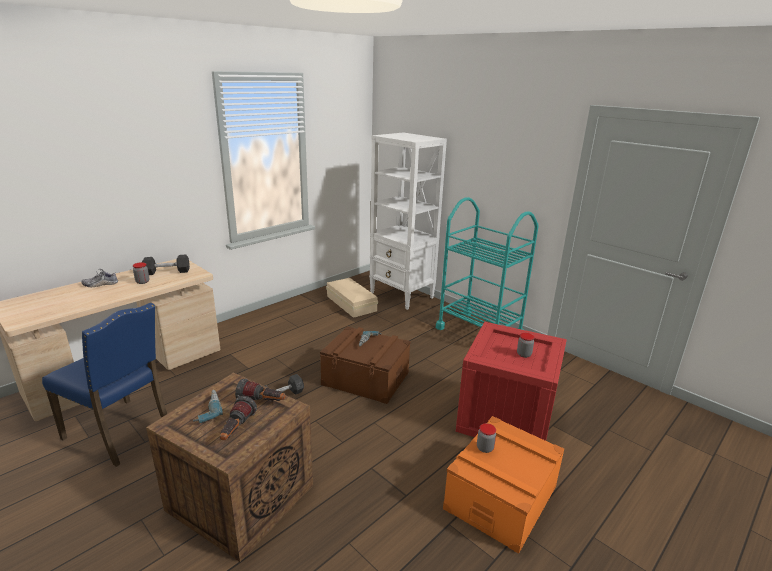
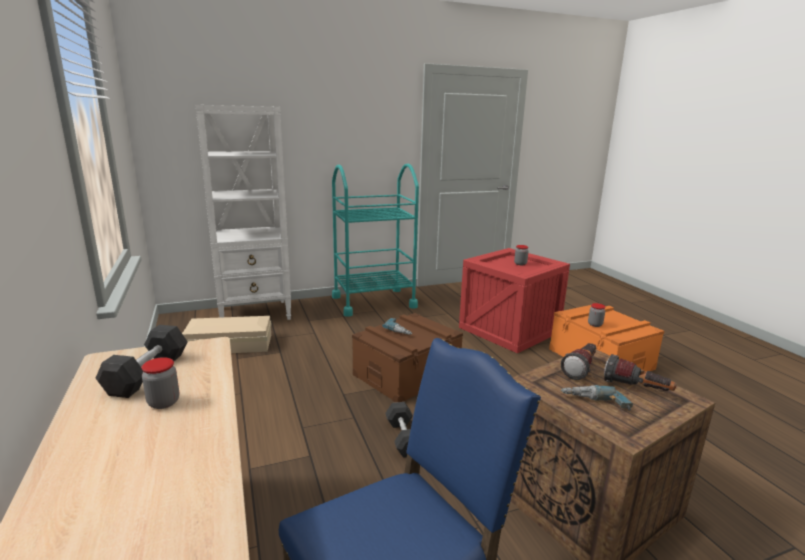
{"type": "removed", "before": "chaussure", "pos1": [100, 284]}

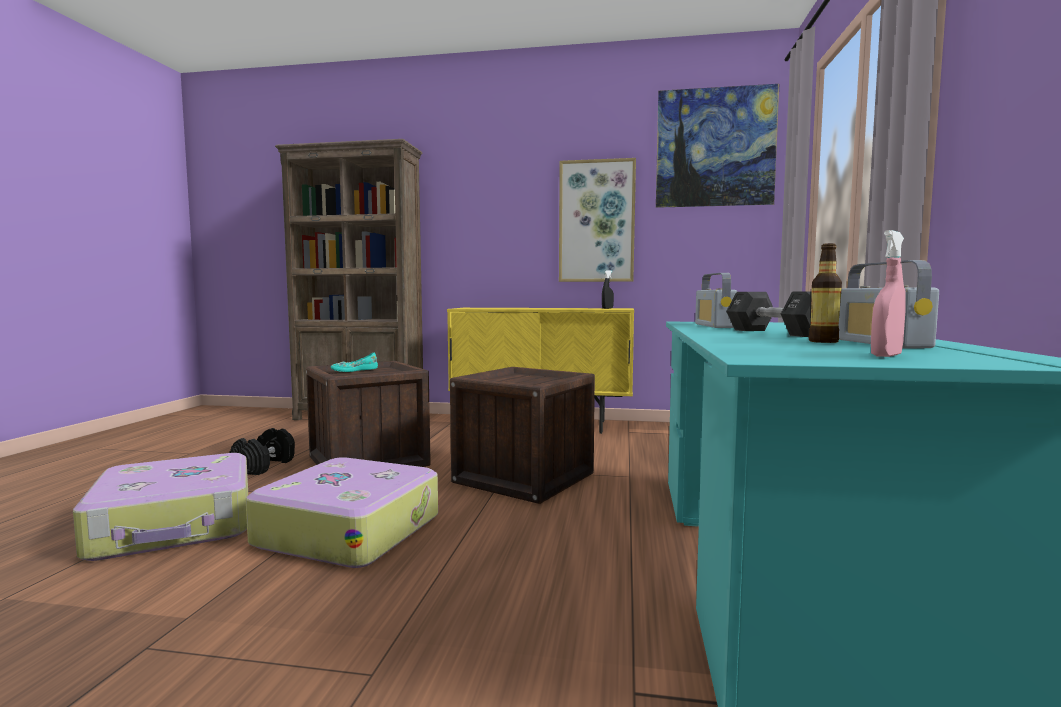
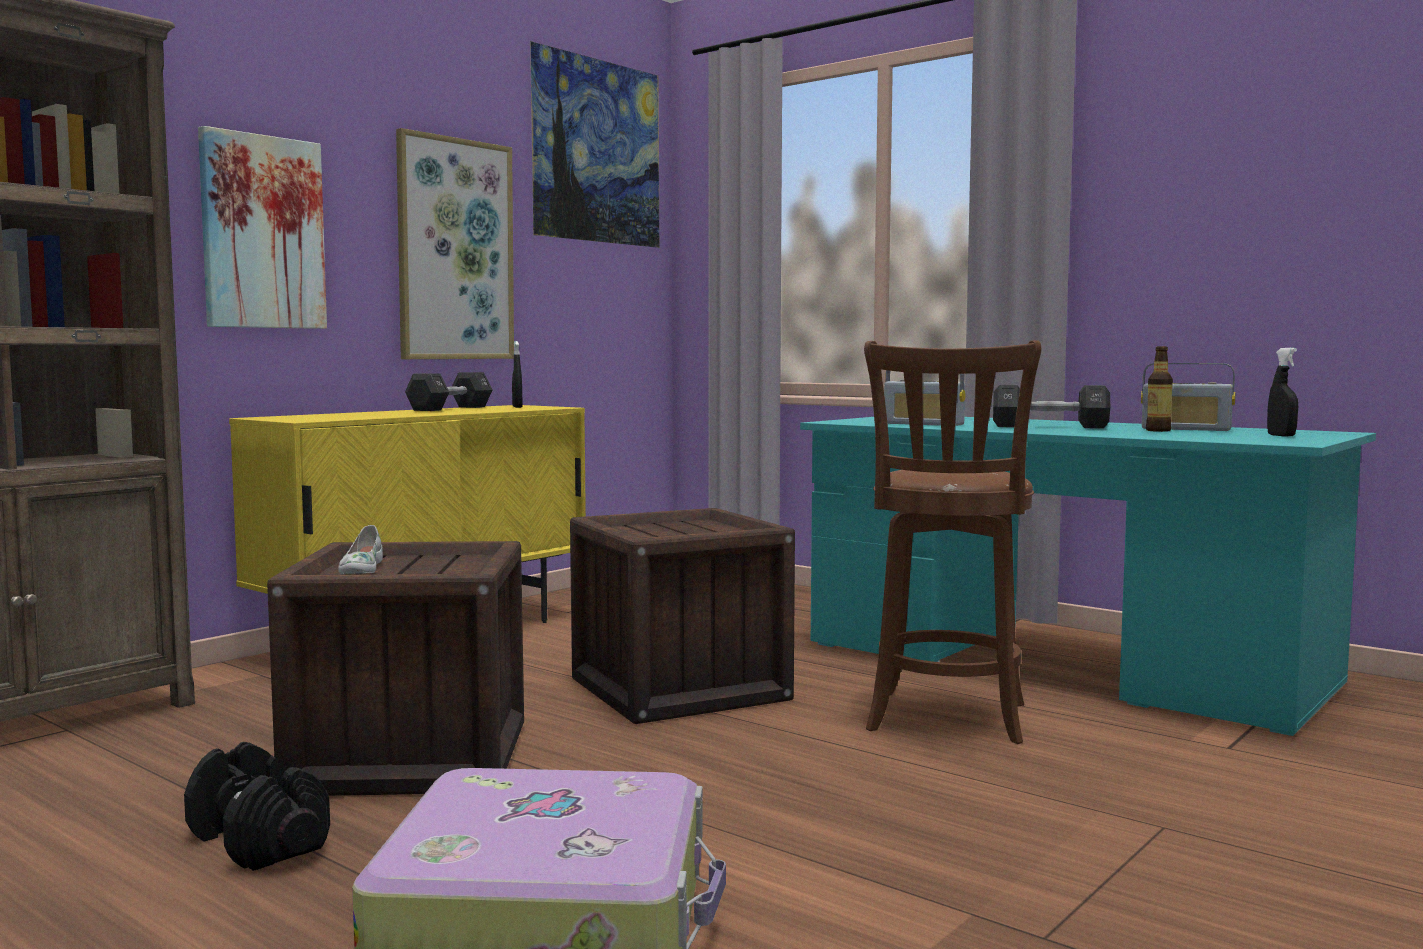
{"type": "recoloured", "before": "vaporisateur [rose]", "after": "vaporisateur [noir]", "pos1": [886, 356], "pos2": [1281, 435]}
{"type": "recoloured", "before": "chaussure [turquoise]", "after": "chaussure [blanc]", "pos1": [354, 370], "pos2": [361, 569]}
{"type": "removed", "before": "valise", "pos1": [349, 530]}
{"type": "added", "after": "tableau", "pos2": [262, 232]}
{"type": "added", "after": "tabouret [marron]", "pos2": [946, 720]}
{"type": "added", "after": "haltère [noir]", "pos2": [450, 408]}

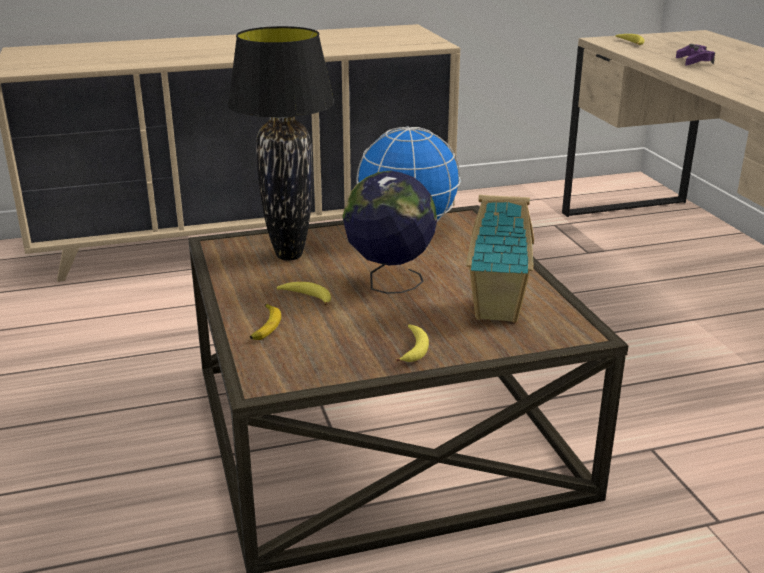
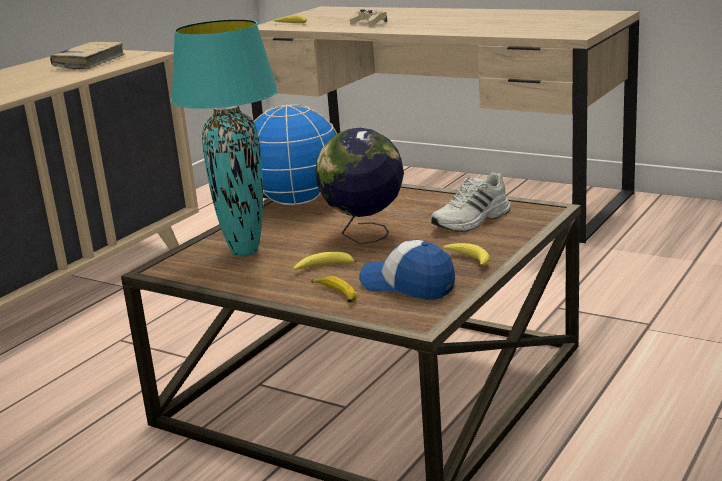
{"type": "recoloured", "before": "lampe de table [noir]", "after": "lampe de table [turquoise]", "pos1": [289, 256], "pos2": [245, 251]}
{"type": "recoloured", "before": "manette [violet]", "after": "manette [beige]", "pos1": [694, 61], "pos2": [369, 23]}
{"type": "replaced", "before": "maison miniature", "after": "chaussure [blanc]", "pos1": [499, 312], "pos2": [472, 220]}
{"type": "added", "after": "livre [beige]", "pos2": [89, 62]}
{"type": "added", "after": "casquette", "pos2": [408, 285]}

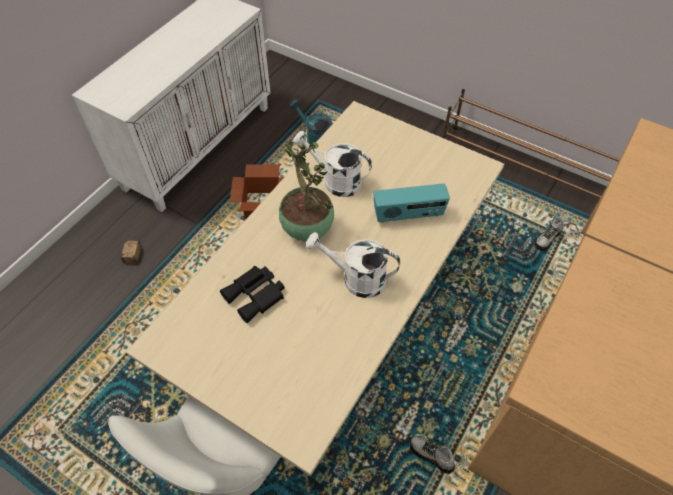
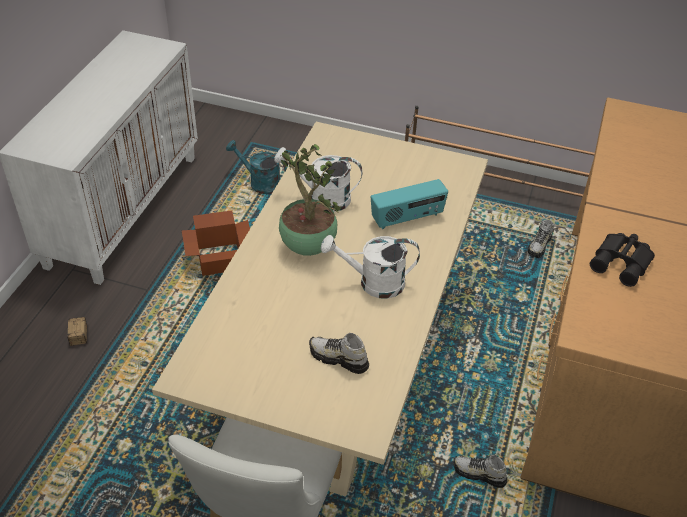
{"type": "moved", "before": "jumelles [noir]", "pos1": [256, 296], "pos2": [622, 263]}
{"type": "added", "after": "chaussure", "pos2": [338, 359]}

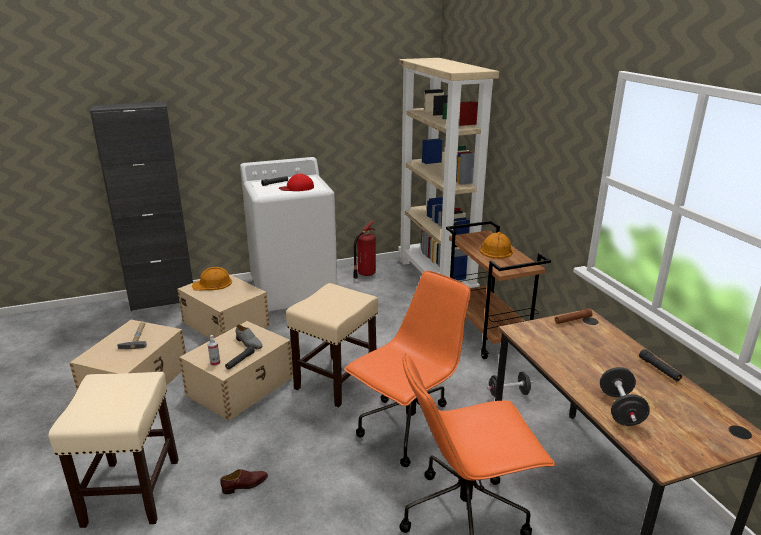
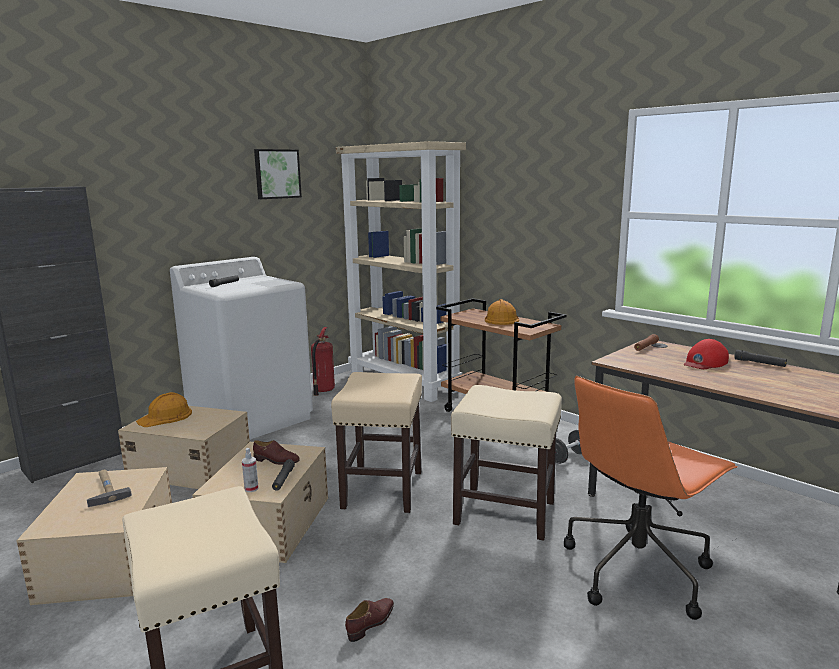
{"type": "moved", "before": "casquette [rouge]", "pos1": [297, 188], "pos2": [704, 362]}
{"type": "replaced", "before": "chaise de bureau [orange]", "after": "tabouret [beige]", "pos1": [409, 430], "pos2": [506, 512]}
{"type": "recoloured", "before": "chaussure [gris]", "after": "chaussure [marron]", "pos1": [249, 343], "pos2": [276, 460]}
{"type": "removed", "before": "haltère [noir]", "pos1": [620, 409]}
{"type": "added", "after": "tableau", "pos2": [277, 174]}

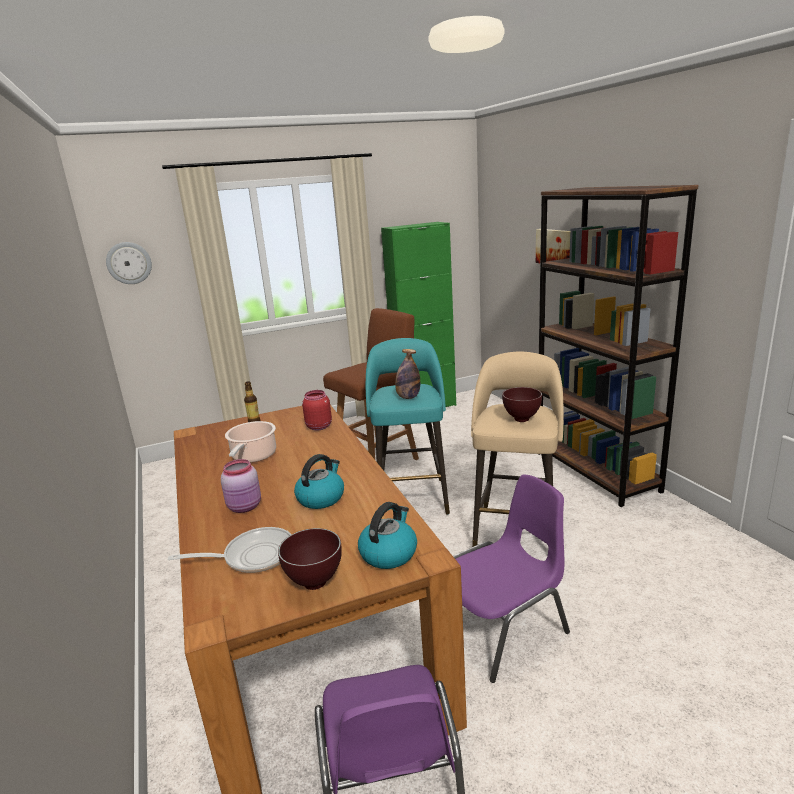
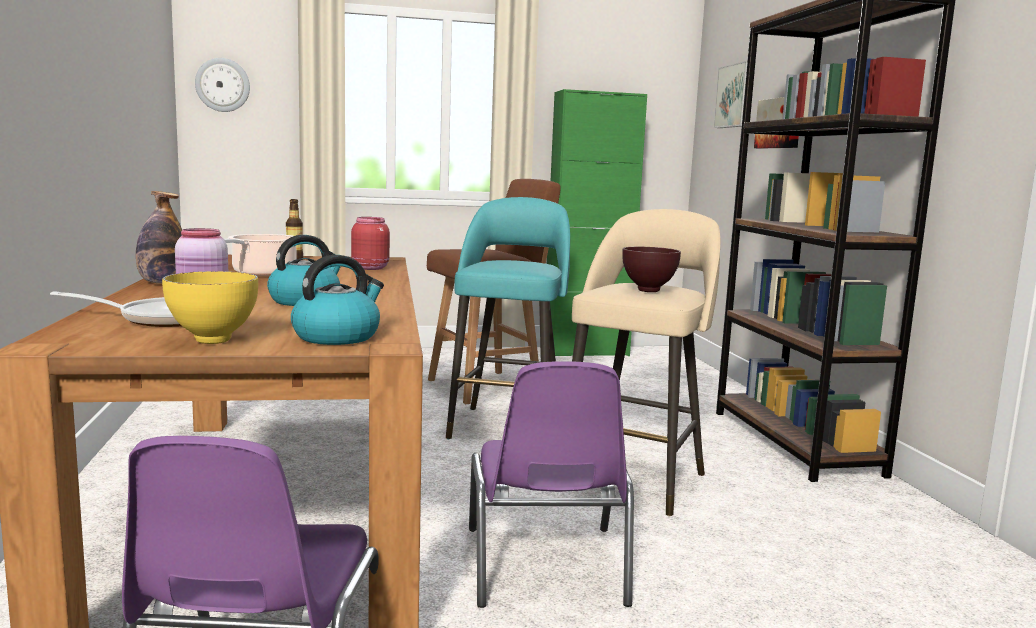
{"type": "moved", "before": "bouteille", "pos1": [408, 397], "pos2": [161, 283]}
{"type": "turned", "before": "chaise [violet]", "pos1": [502, 627], "pos2": [545, 567], "turn": 105}
{"type": "recoloured", "before": "bol [marron]", "after": "bol [jaune]", "pos1": [314, 584], "pos2": [211, 341]}
{"type": "added", "after": "tableau", "pos2": [736, 96]}

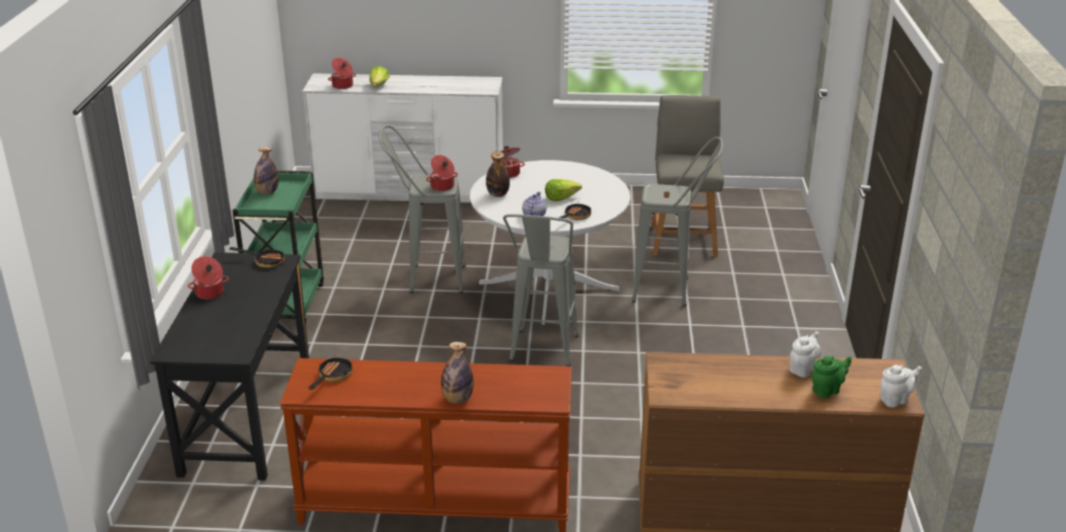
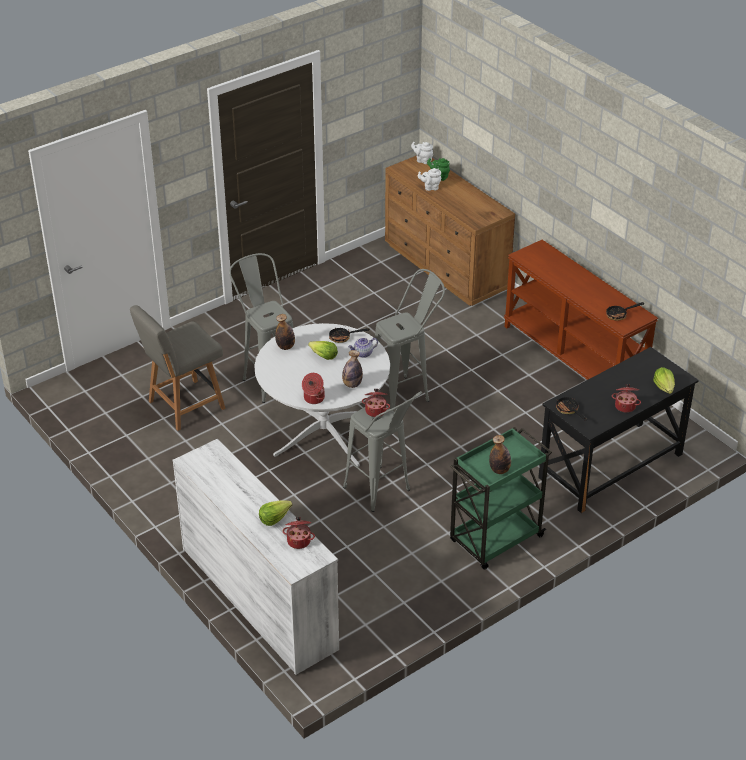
{"type": "moved", "before": "bouteille", "pos1": [457, 399], "pos2": [285, 346]}
{"type": "added", "after": "laitue", "pos2": [664, 387]}

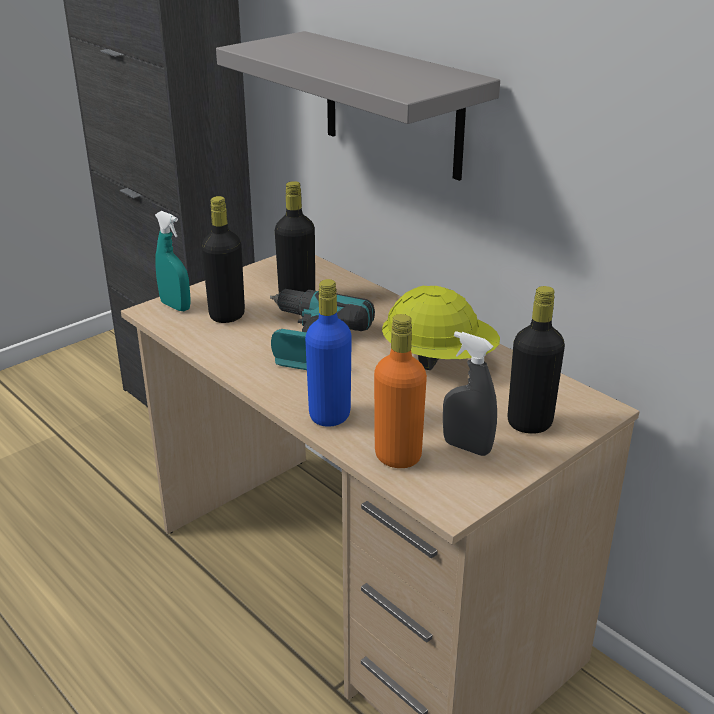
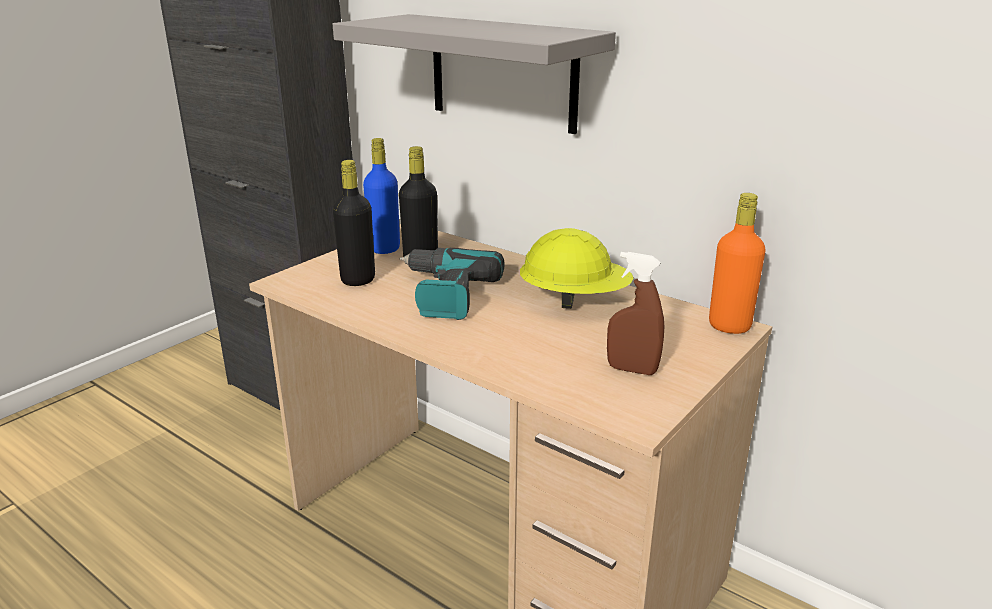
{"type": "removed", "before": "vaporisateur [turquoise]", "pos1": [175, 306]}
{"type": "moved", "before": "bouteille [bleu]", "pos1": [329, 415], "pos2": [384, 248]}
{"type": "removed", "before": "bouteille [noir]", "pos1": [529, 423]}
{"type": "moved", "before": "bouteille [orange]", "pos1": [398, 456], "pos2": [729, 326]}
{"type": "recoloured", "before": "vaporisateur [gris]", "after": "vaporisateur [marron]", "pos1": [467, 447], "pos2": [632, 370]}

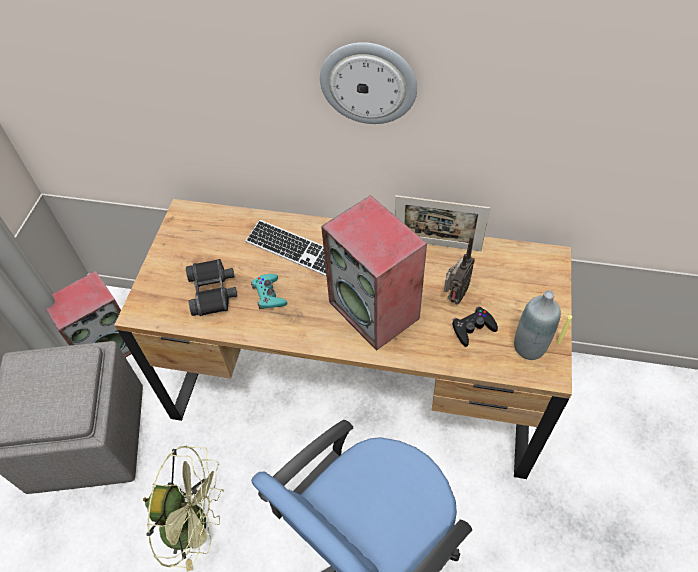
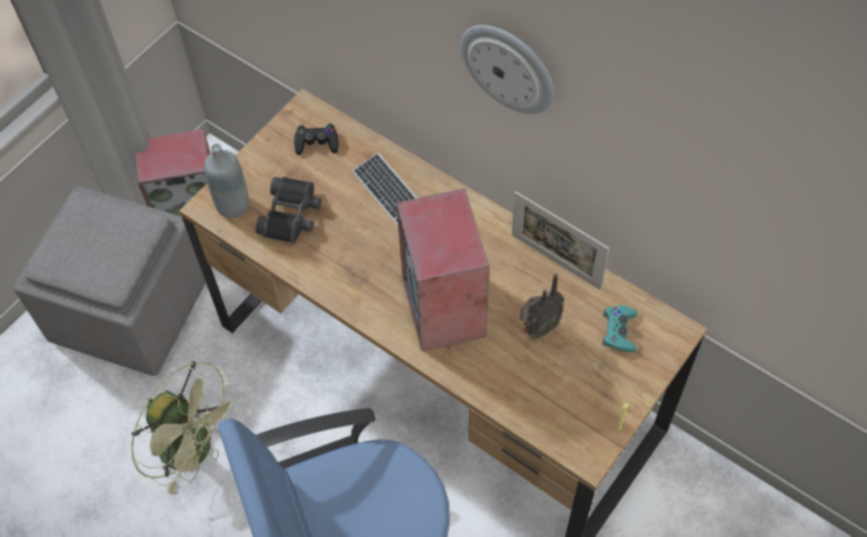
{"type": "moved", "before": "manette [turquoise]", "pos1": [269, 295], "pos2": [619, 331]}
{"type": "moved", "before": "bouteille [gris]", "pos1": [529, 347], "pos2": [233, 205]}
{"type": "moved", "before": "manette [noir]", "pos1": [473, 328], "pos2": [317, 142]}

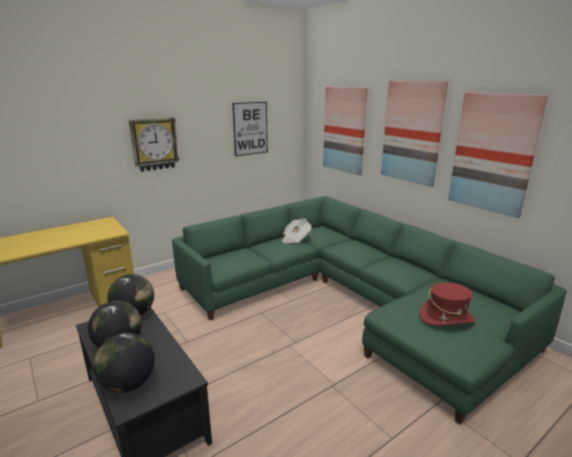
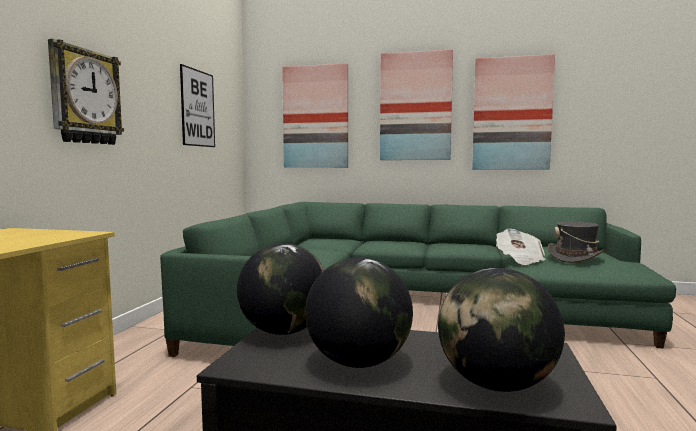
{"type": "moved", "before": "journal", "pos1": [295, 239], "pos2": [519, 259]}
{"type": "recoloured", "before": "chapeau [rouge]", "after": "chapeau [gris]", "pos1": [446, 318], "pos2": [575, 258]}

